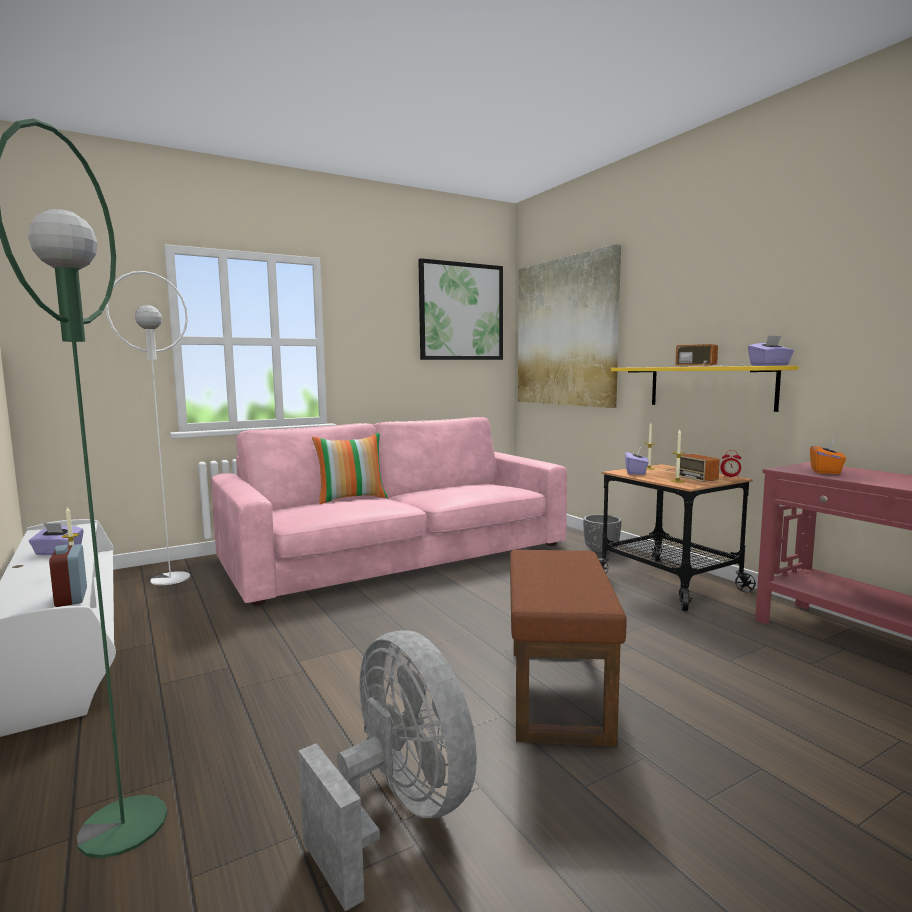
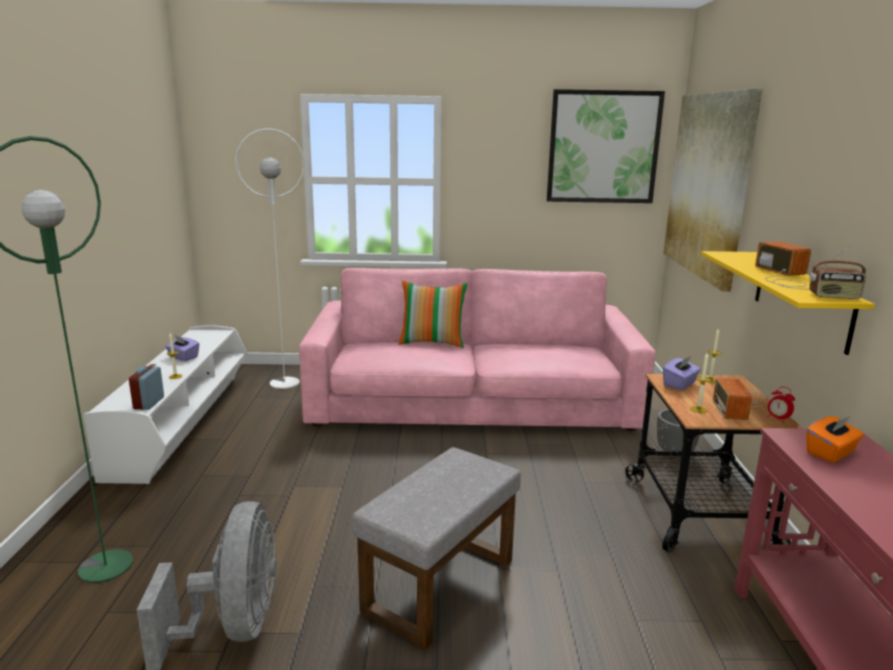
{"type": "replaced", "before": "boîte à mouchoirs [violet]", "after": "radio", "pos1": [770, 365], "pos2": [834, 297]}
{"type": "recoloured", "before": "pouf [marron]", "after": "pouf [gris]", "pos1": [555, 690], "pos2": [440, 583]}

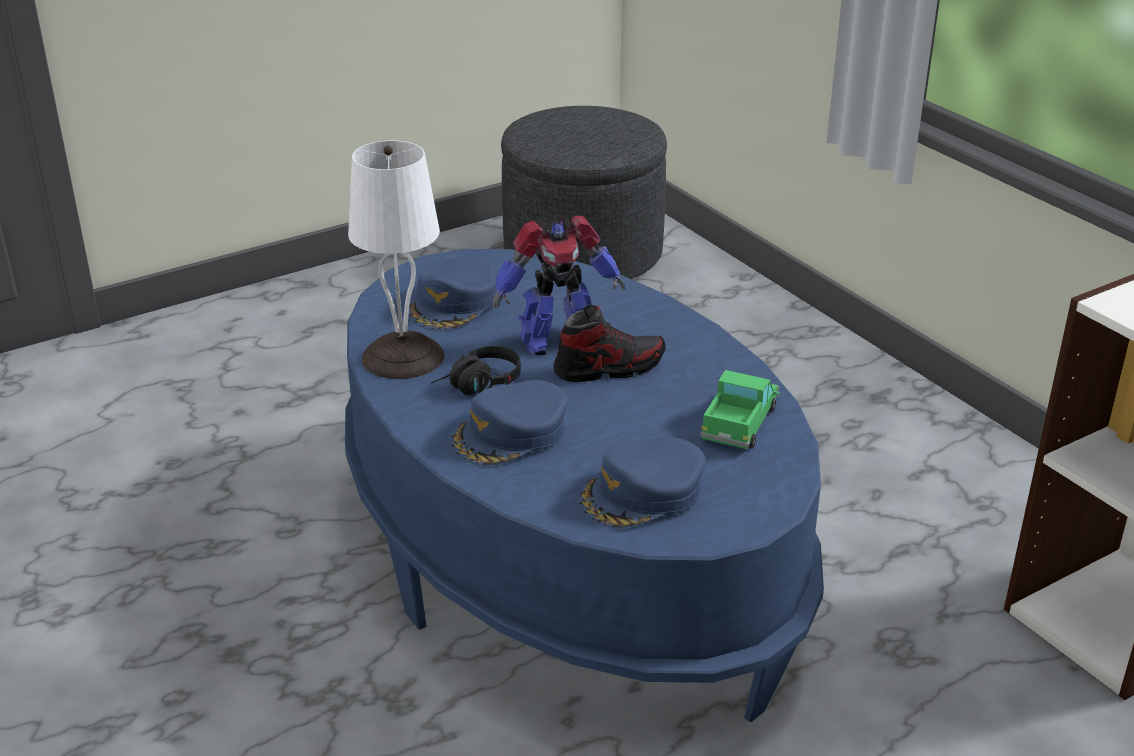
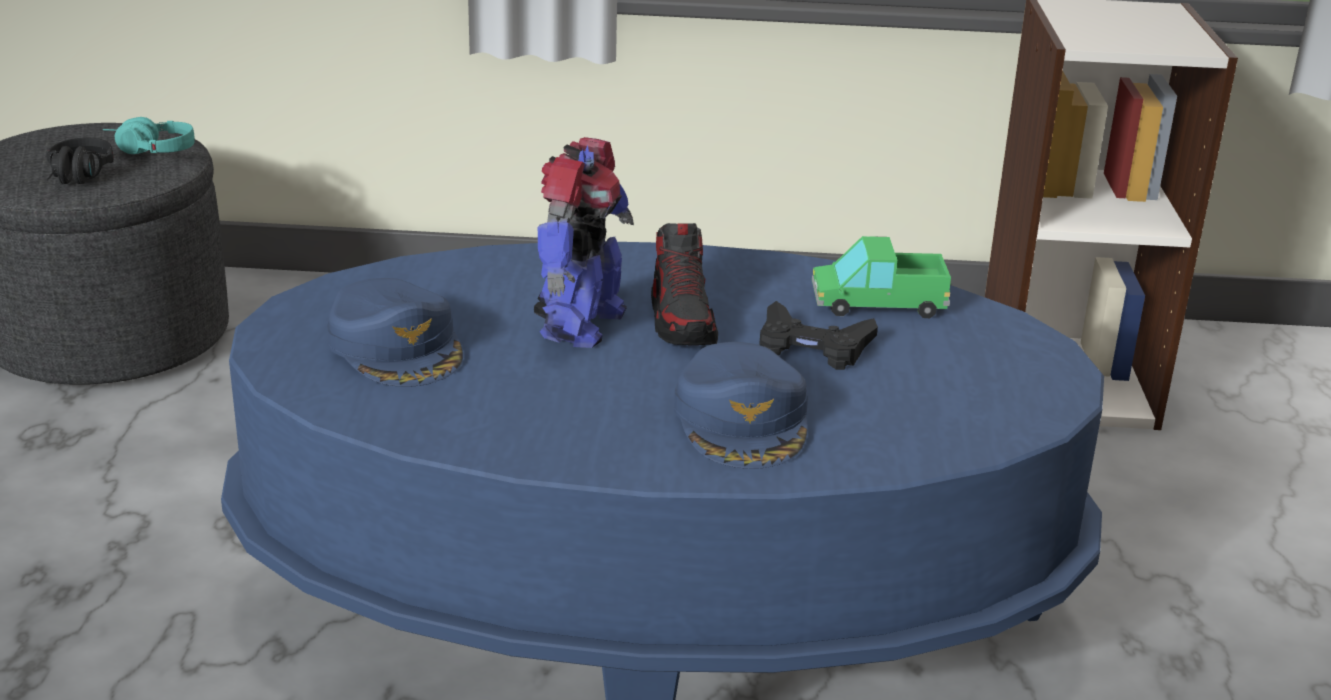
{"type": "removed", "before": "lampe de table [blanc]", "pos1": [404, 356]}
{"type": "turned", "before": "chaussure", "pos1": [609, 368], "pos2": [682, 321], "turn": 150}
{"type": "moved", "before": "casque audio [noir]", "pos1": [477, 386], "pos2": [78, 178]}
{"type": "turned", "before": "camion jouet", "pos1": [739, 423], "pos2": [878, 303], "turn": -60}
{"type": "removed", "before": "casquette [bleu]", "pos1": [642, 494]}
{"type": "added", "after": "casque audio [turquoise]", "pos2": [147, 151]}
{"type": "added", "after": "manette [noir]", "pos2": [812, 346]}

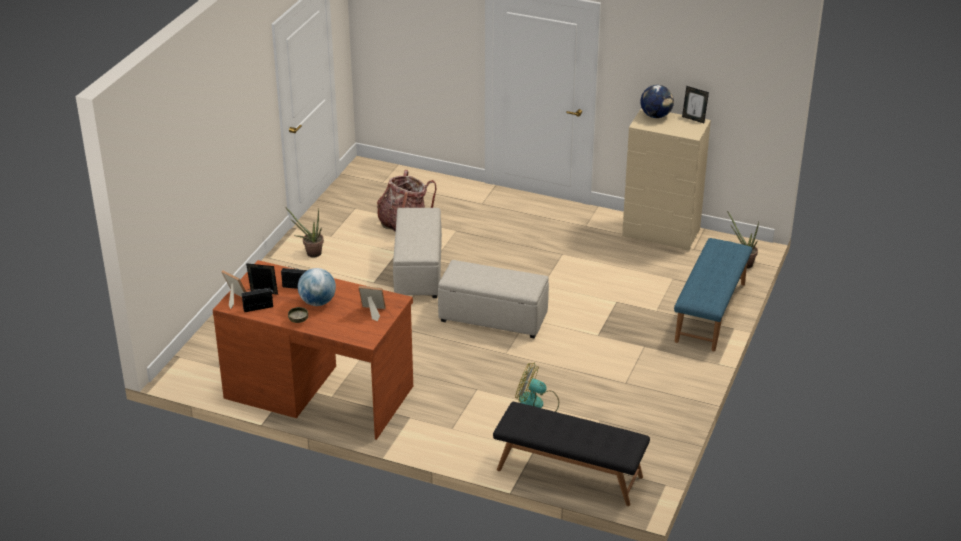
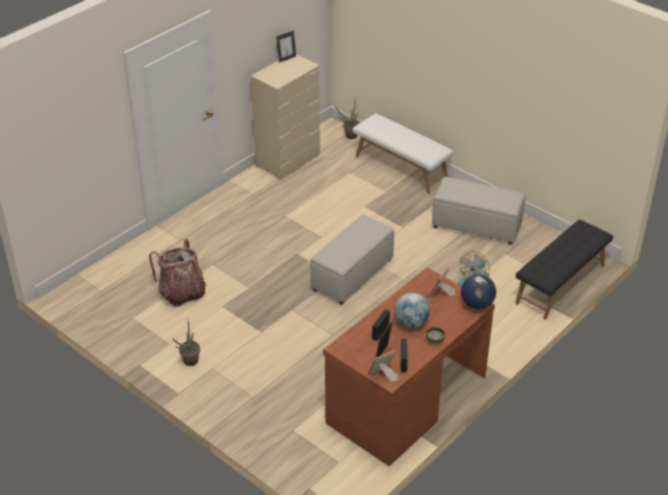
{"type": "moved", "before": "globe", "pos1": [656, 116], "pos2": [477, 304]}
{"type": "moved", "before": "pouf [beige]", "pos1": [418, 271], "pos2": [477, 226]}
{"type": "recoloured", "before": "banc [bleu]", "after": "banc [blanc]", "pos1": [711, 312], "pos2": [401, 167]}

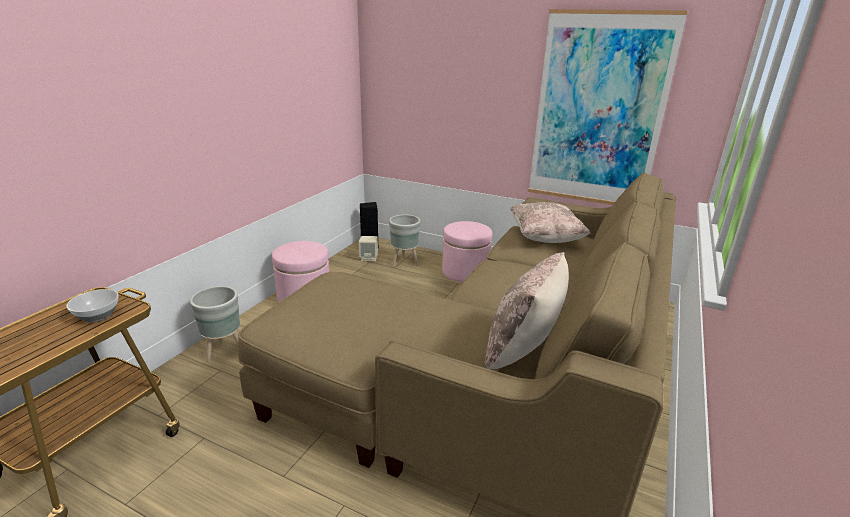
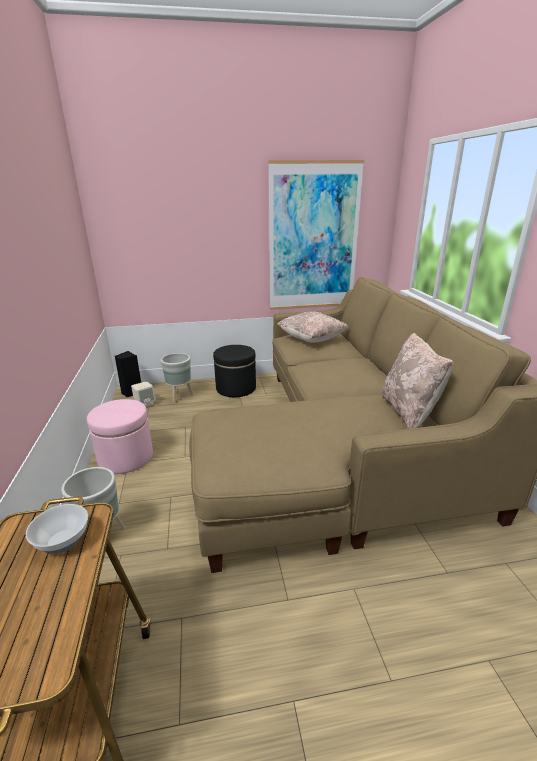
{"type": "recoloured", "before": "pouf [rose]", "after": "pouf [noir]", "pos1": [465, 272], "pos2": [236, 388]}

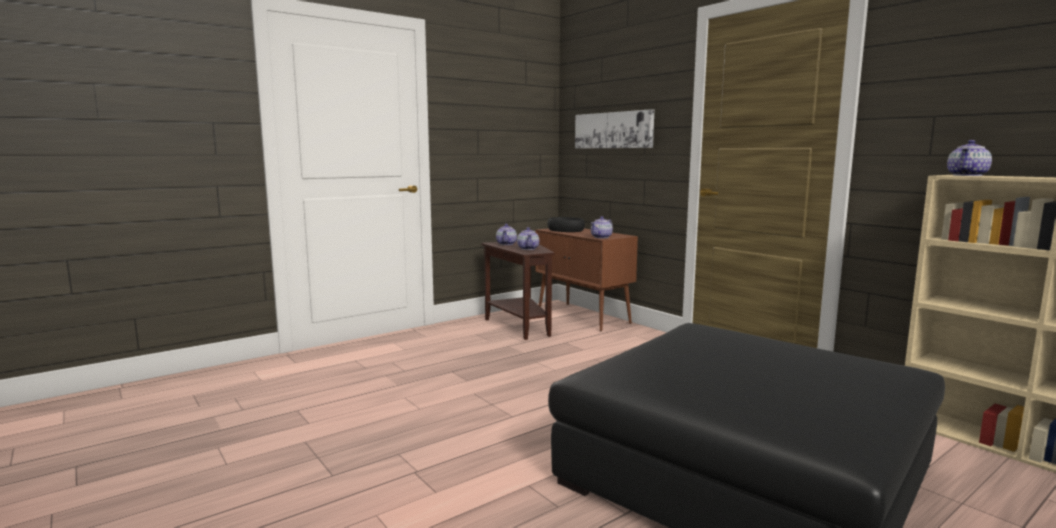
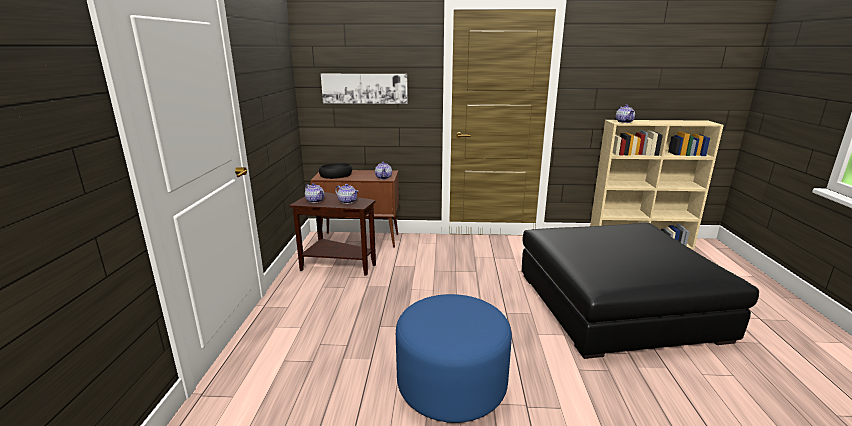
{"type": "added", "after": "pouf [bleu]", "pos2": [451, 384]}

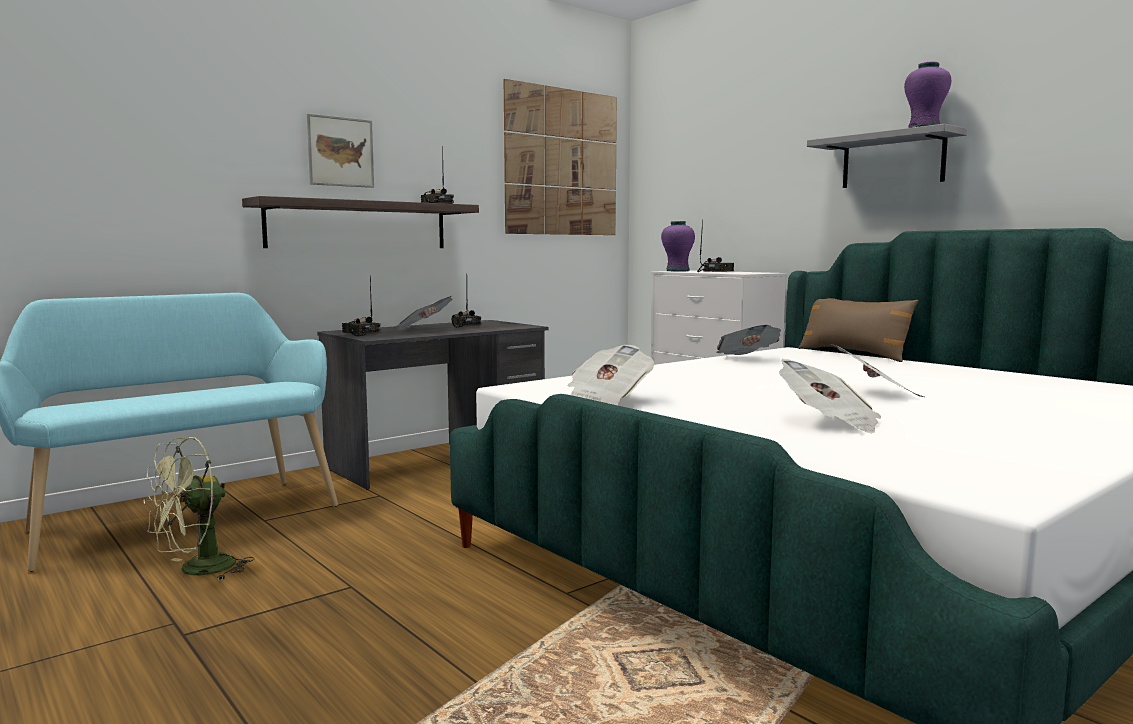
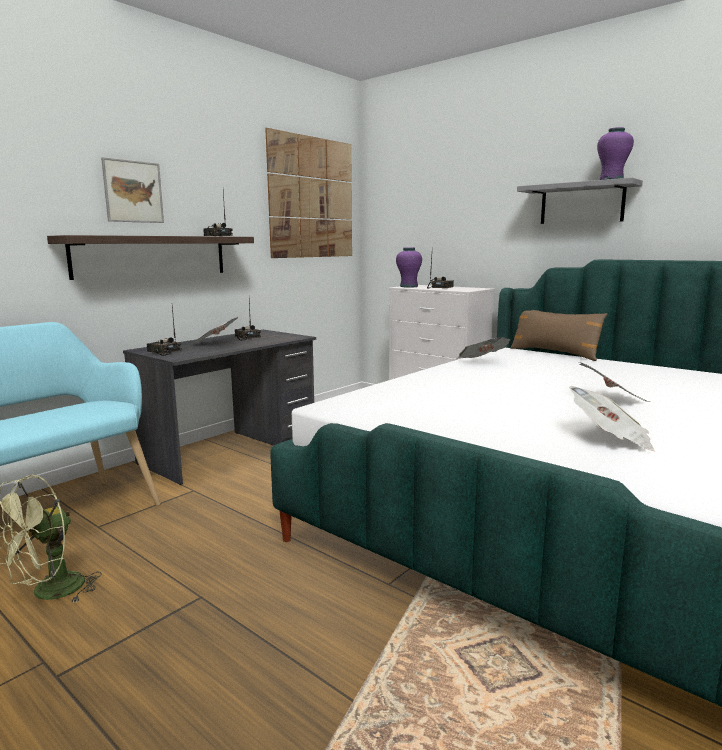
{"type": "removed", "before": "journal", "pos1": [605, 401]}

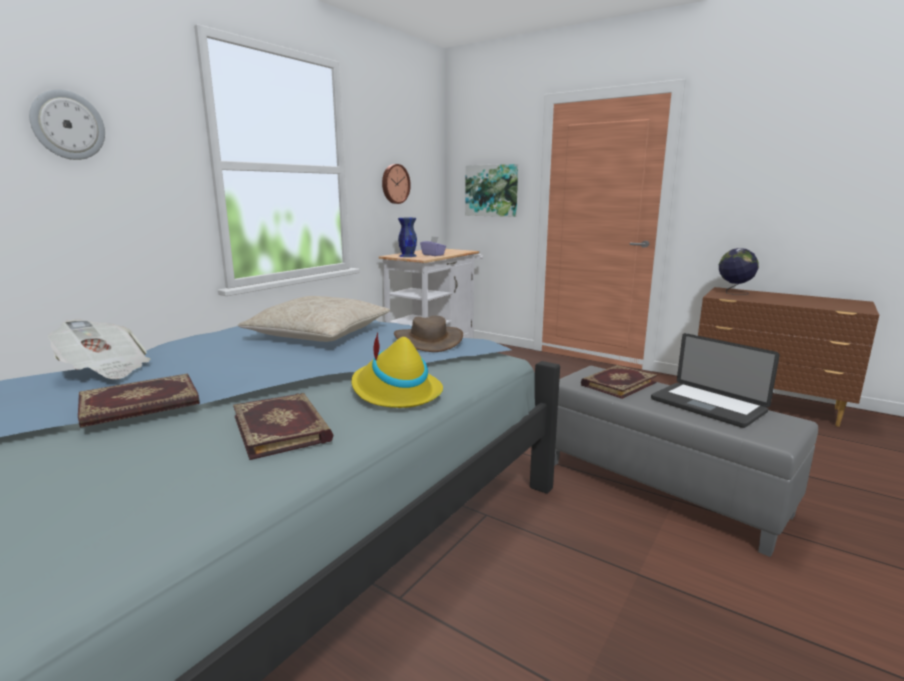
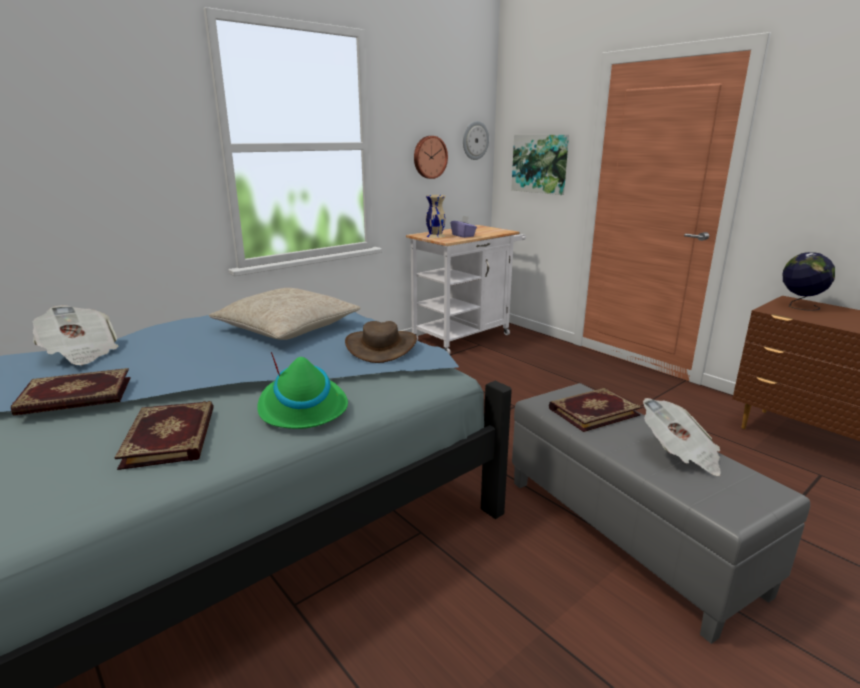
{"type": "moved", "before": "horloge murale", "pos1": [68, 125], "pos2": [475, 140]}
{"type": "recoloured", "before": "vase [bleu]", "after": "vase [beige]", "pos1": [407, 256], "pos2": [435, 236]}
{"type": "recoloured", "before": "chapeau [jaune]", "after": "chapeau [vert]", "pos1": [395, 392], "pos2": [302, 408]}
{"type": "replaced", "before": "ordinateur portable", "after": "journal", "pos1": [707, 405], "pos2": [680, 455]}

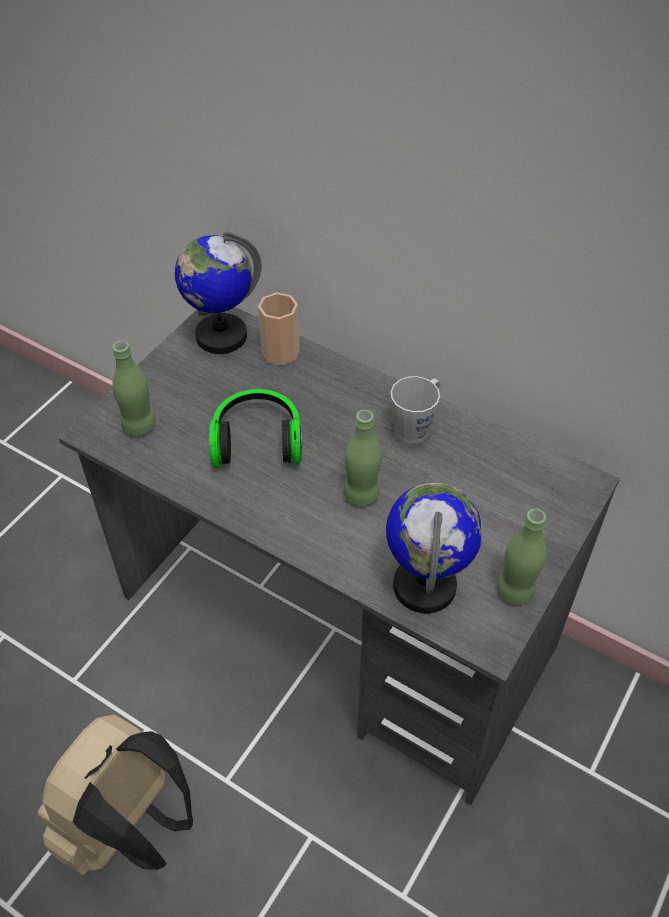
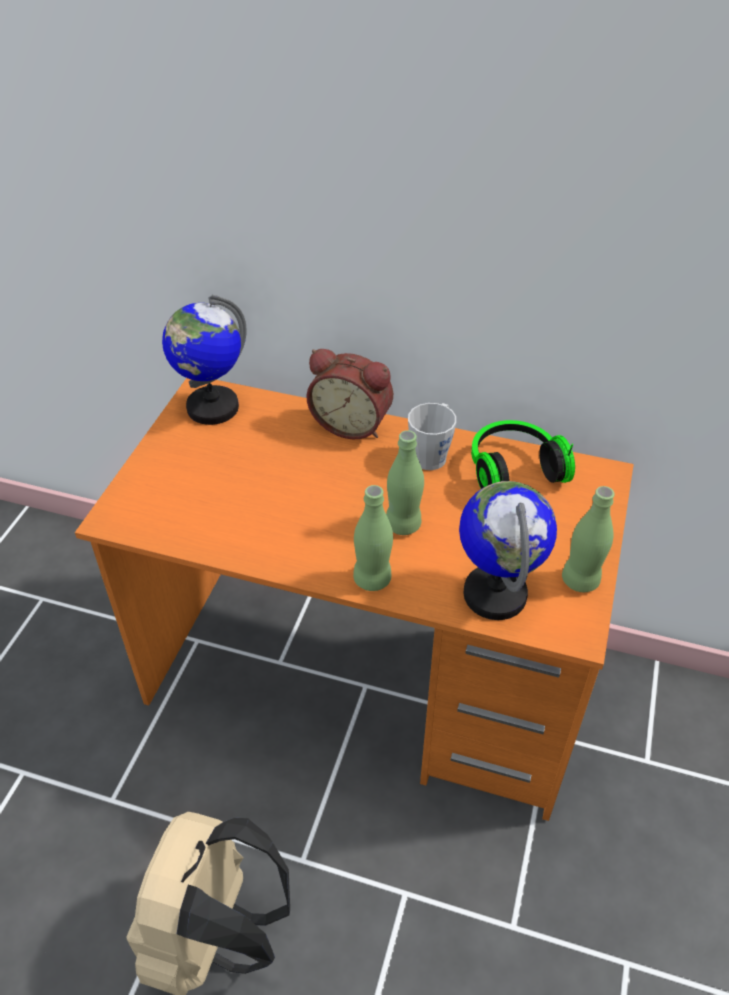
{"type": "removed", "before": "tasse", "pos1": [280, 352]}
{"type": "recoloured", "before": "bureau [gris]", "after": "bureau [orange]", "pos1": [336, 623], "pos2": [365, 680]}
{"type": "moved", "before": "bouteille [vert]", "pos1": [139, 426], "pos2": [372, 579]}
{"type": "moved", "before": "casque audio", "pos1": [257, 440], "pos2": [512, 470]}
{"type": "added", "after": "réveil", "pos2": [352, 423]}

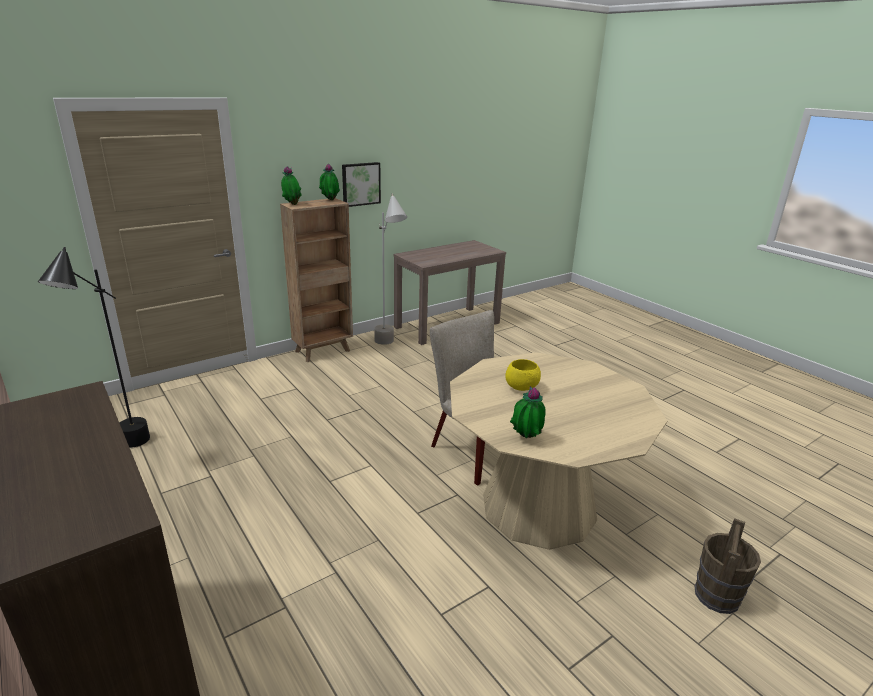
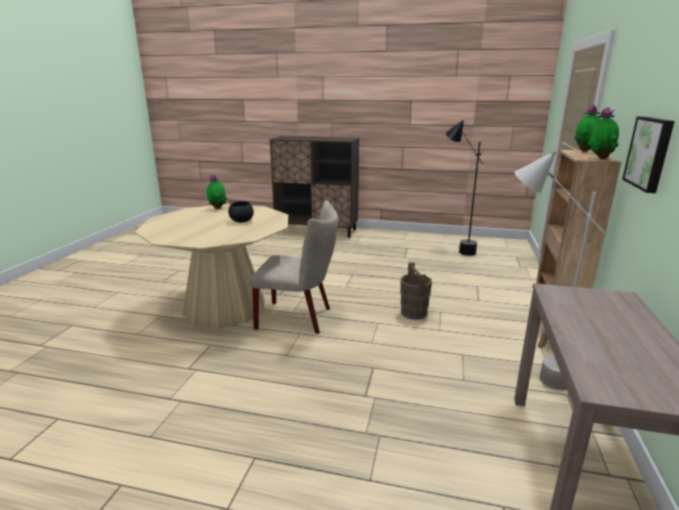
{"type": "recoloured", "before": "bol [jaune]", "after": "bol [noir]", "pos1": [522, 388], "pos2": [241, 221]}
{"type": "moved", "before": "seau [marron]", "pos1": [716, 596], "pos2": [413, 313]}

